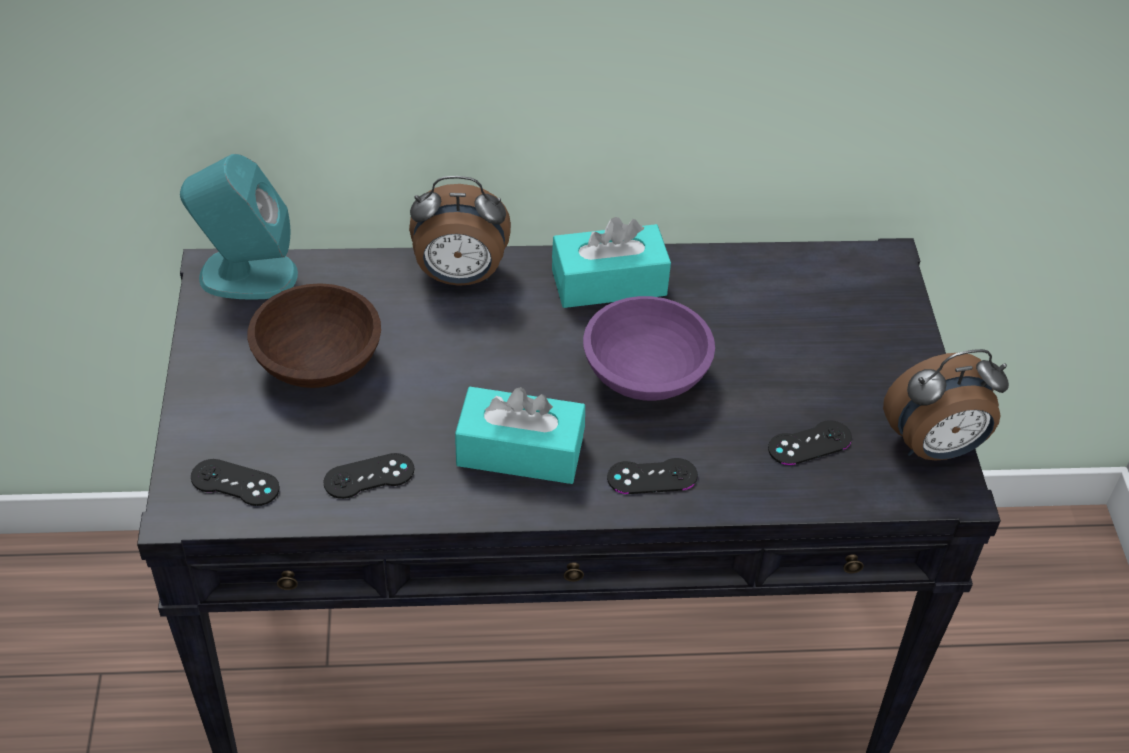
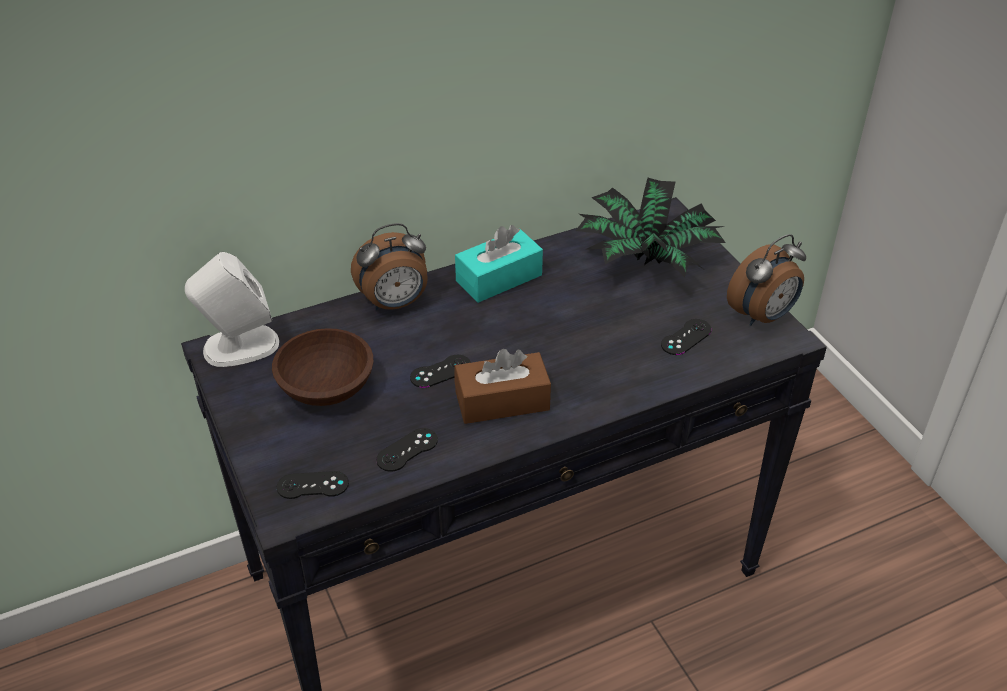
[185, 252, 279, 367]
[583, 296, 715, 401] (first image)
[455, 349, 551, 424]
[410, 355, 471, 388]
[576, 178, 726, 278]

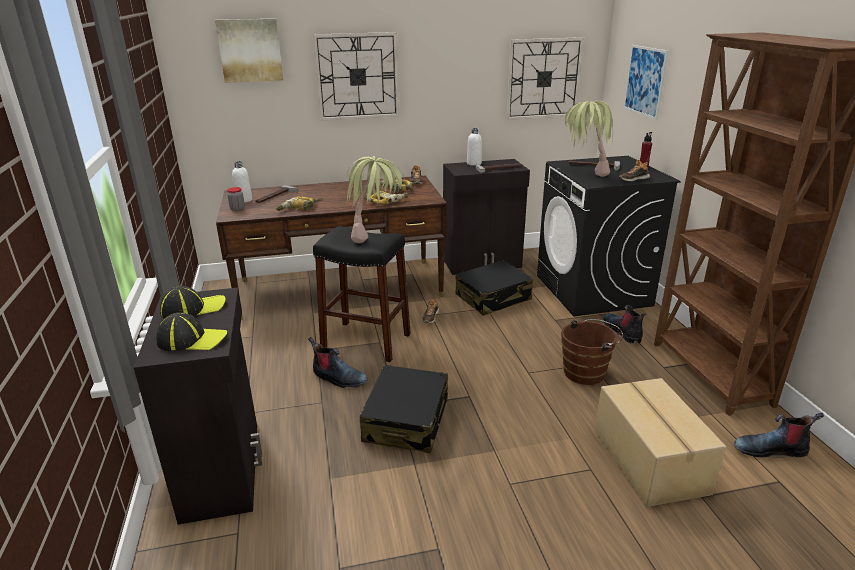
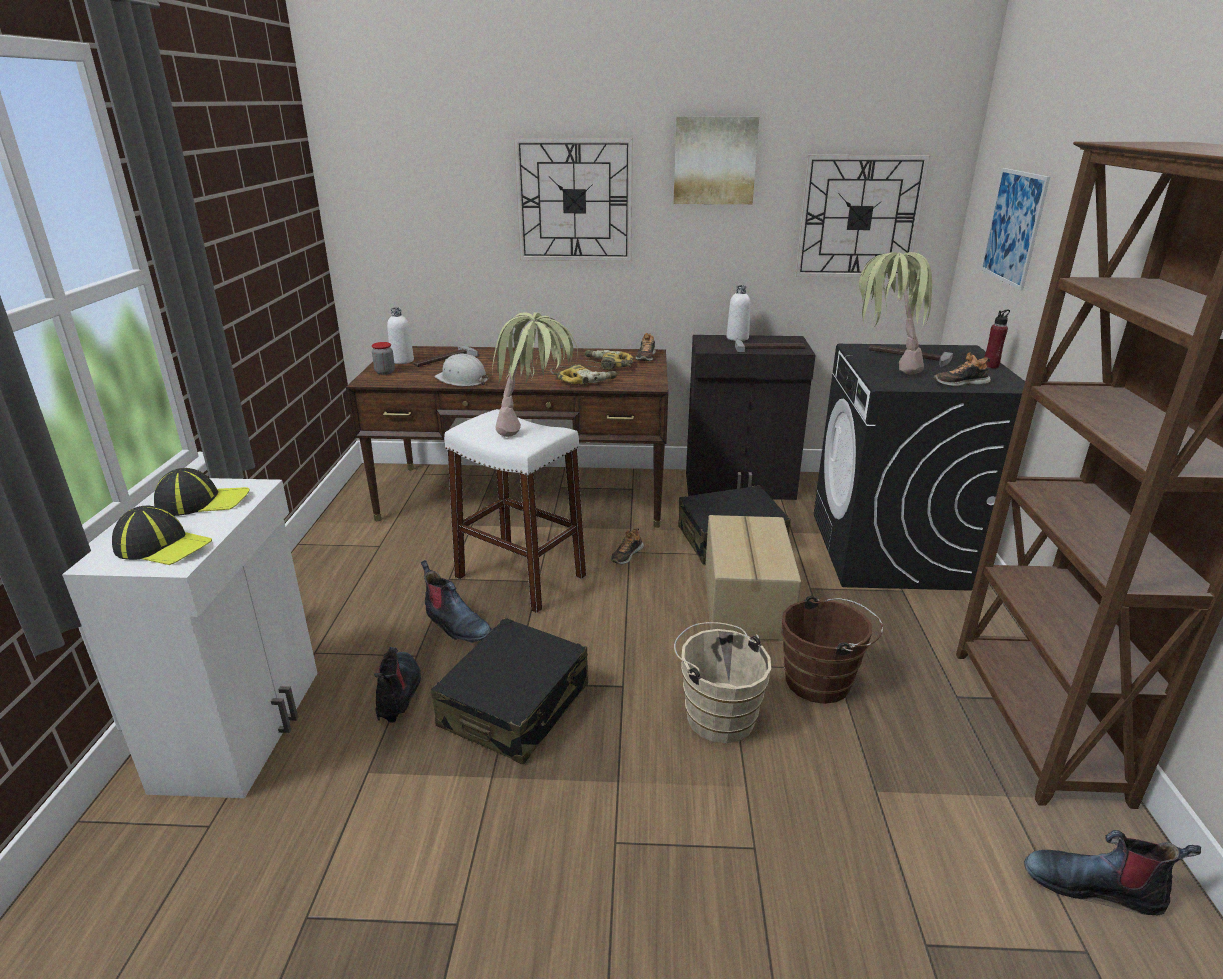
[673, 116, 759, 204]
[434, 353, 488, 387]
[444, 409, 586, 613]
[62, 478, 317, 798]
[374, 647, 421, 723]
[705, 515, 801, 640]
[674, 622, 771, 743]

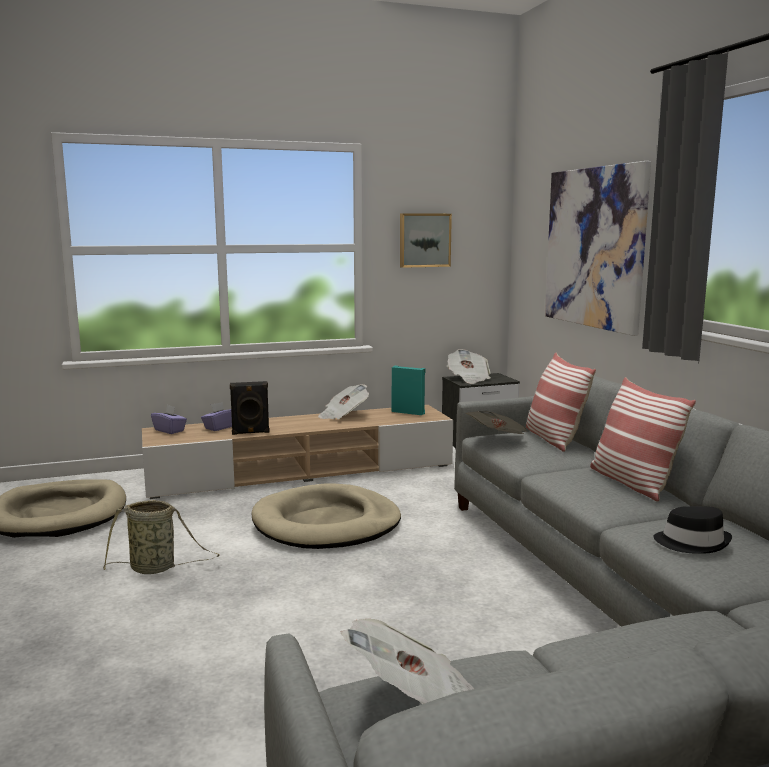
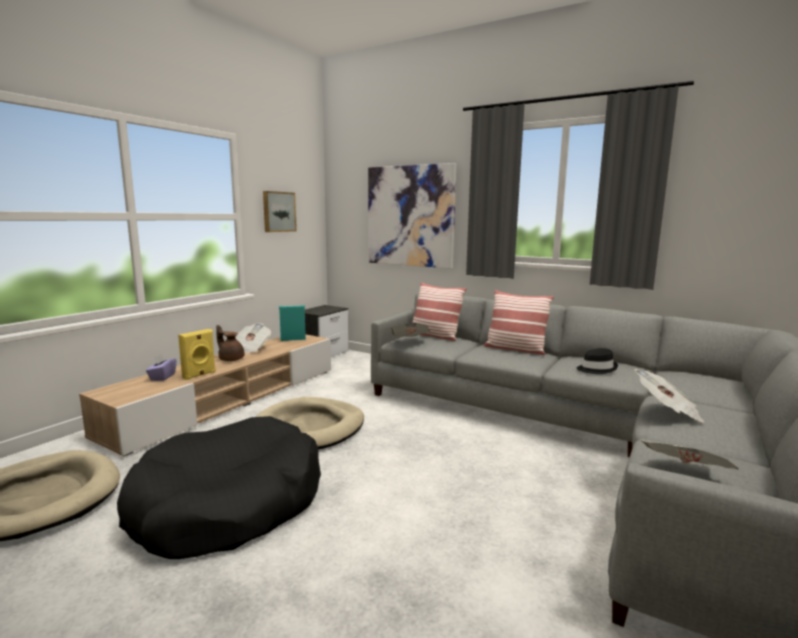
[634, 368, 705, 423]
[178, 329, 216, 380]
[151, 405, 187, 434] (first image)
[117, 416, 321, 559]
[216, 325, 244, 361]

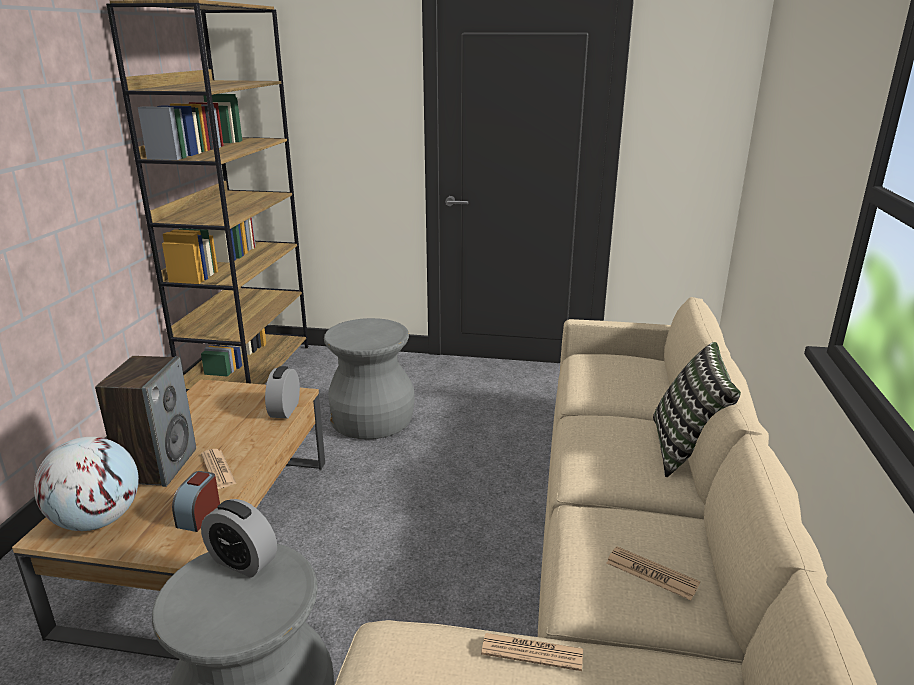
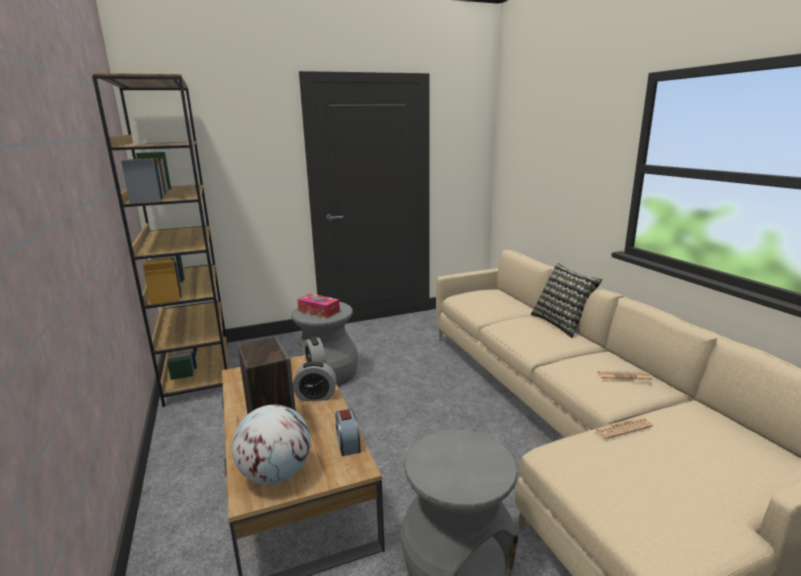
[201, 449, 236, 489] (first image)
[293, 361, 336, 401]
[297, 294, 340, 318]

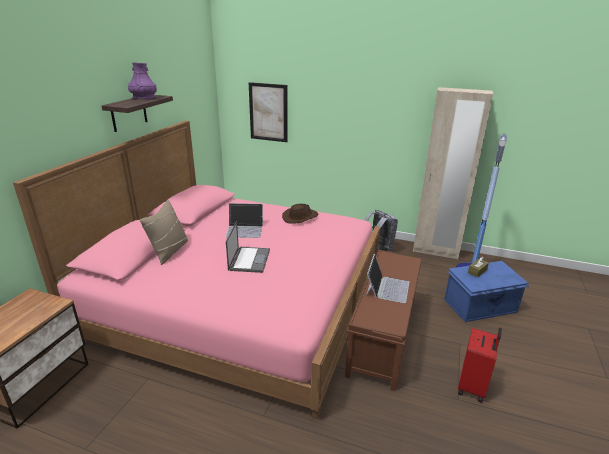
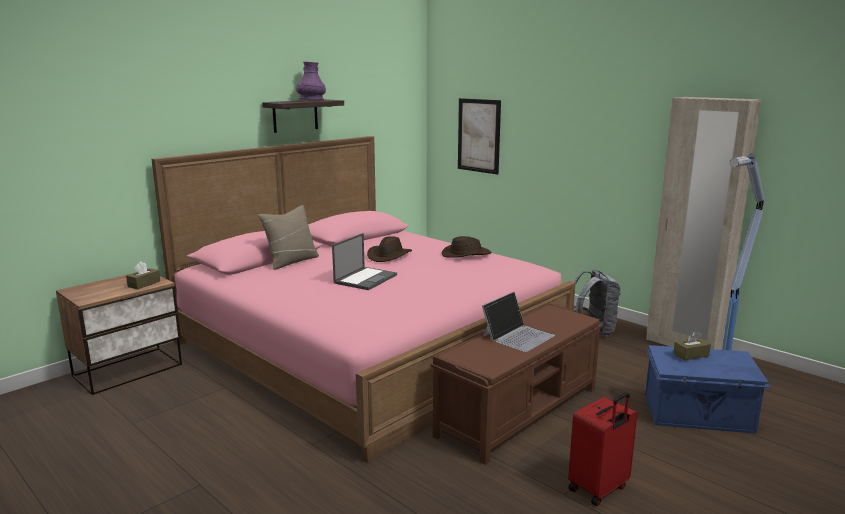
[367, 236, 412, 262]
[126, 261, 160, 289]

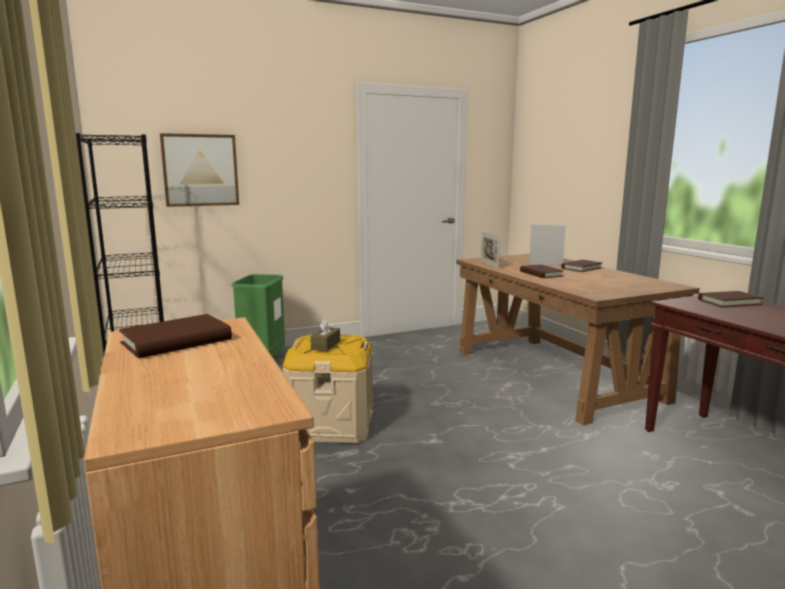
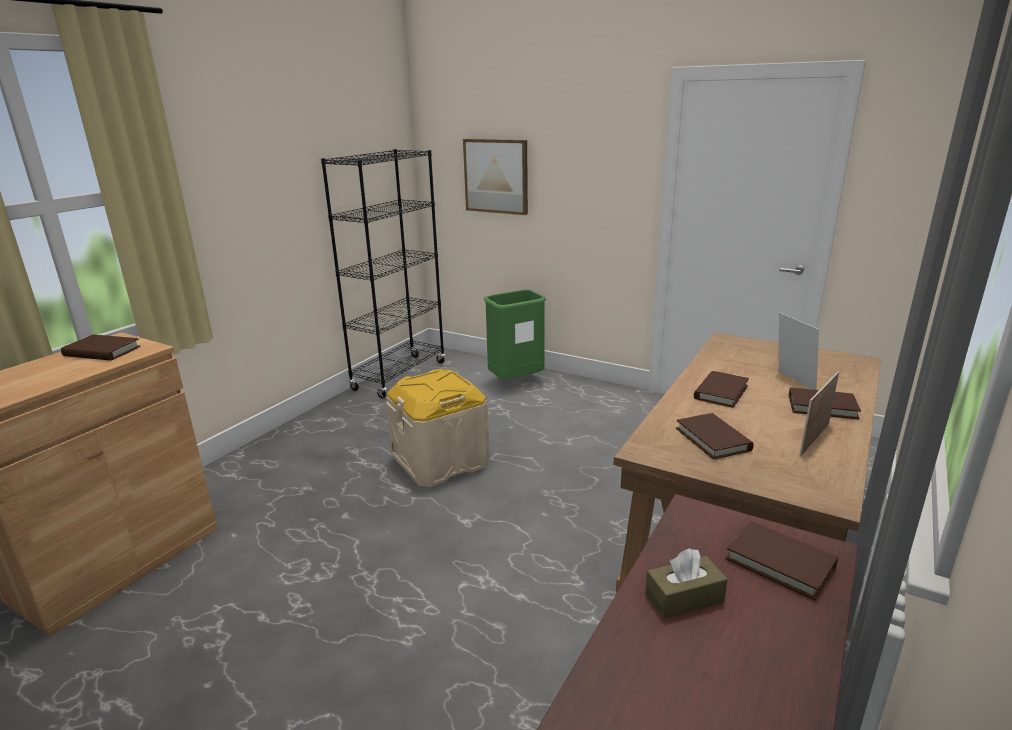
[800, 371, 839, 456]
[645, 548, 728, 619]
[676, 413, 754, 460]

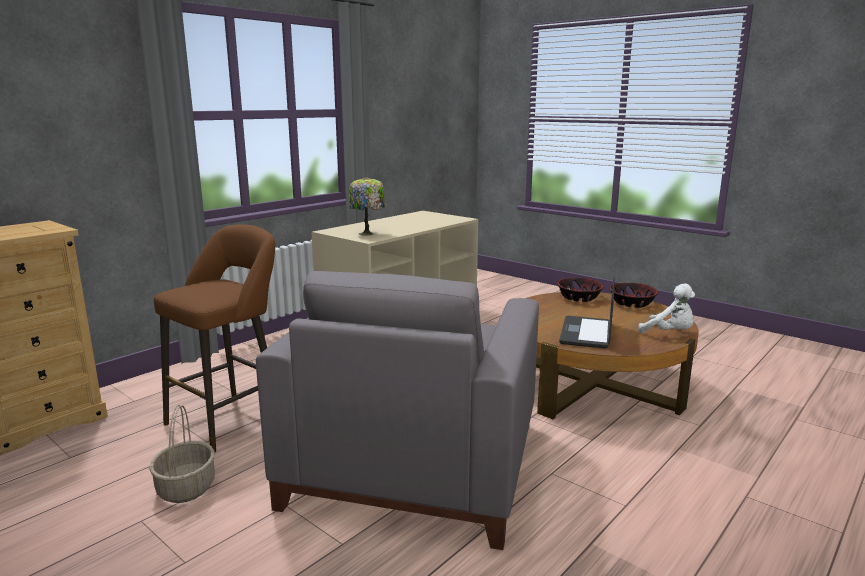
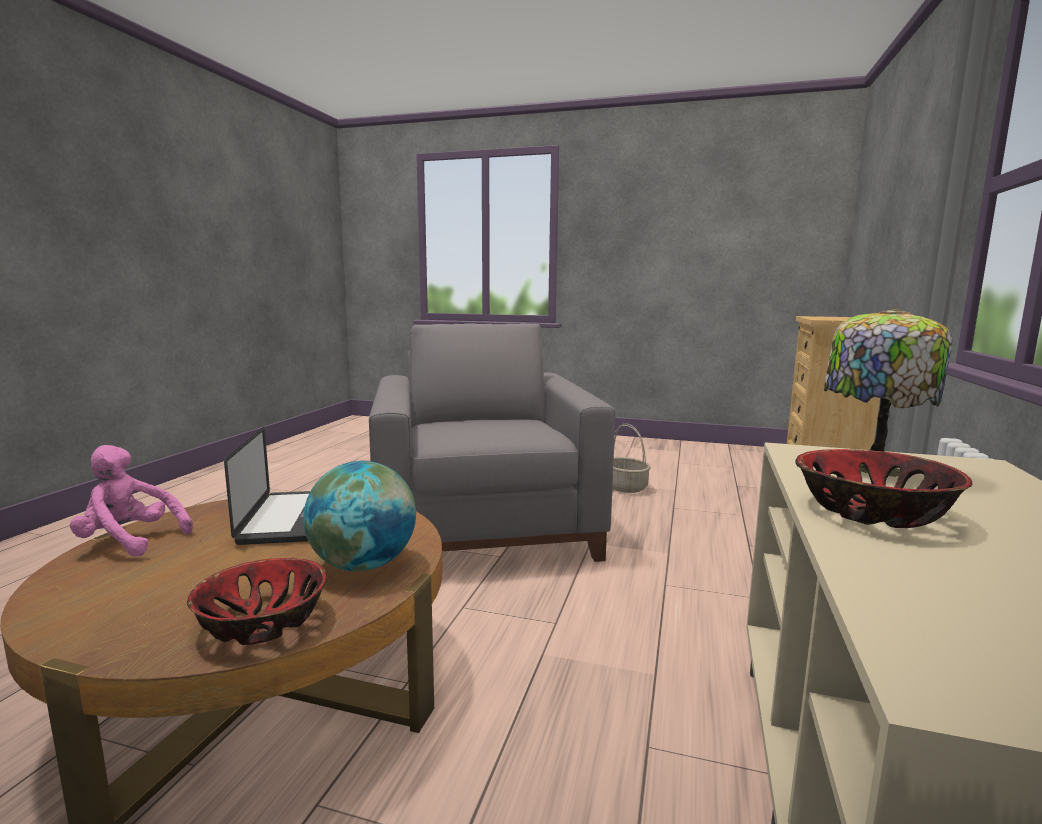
[154, 224, 275, 452] (first image)
[795, 449, 973, 528]
[70, 445, 193, 556]
[303, 461, 416, 571]

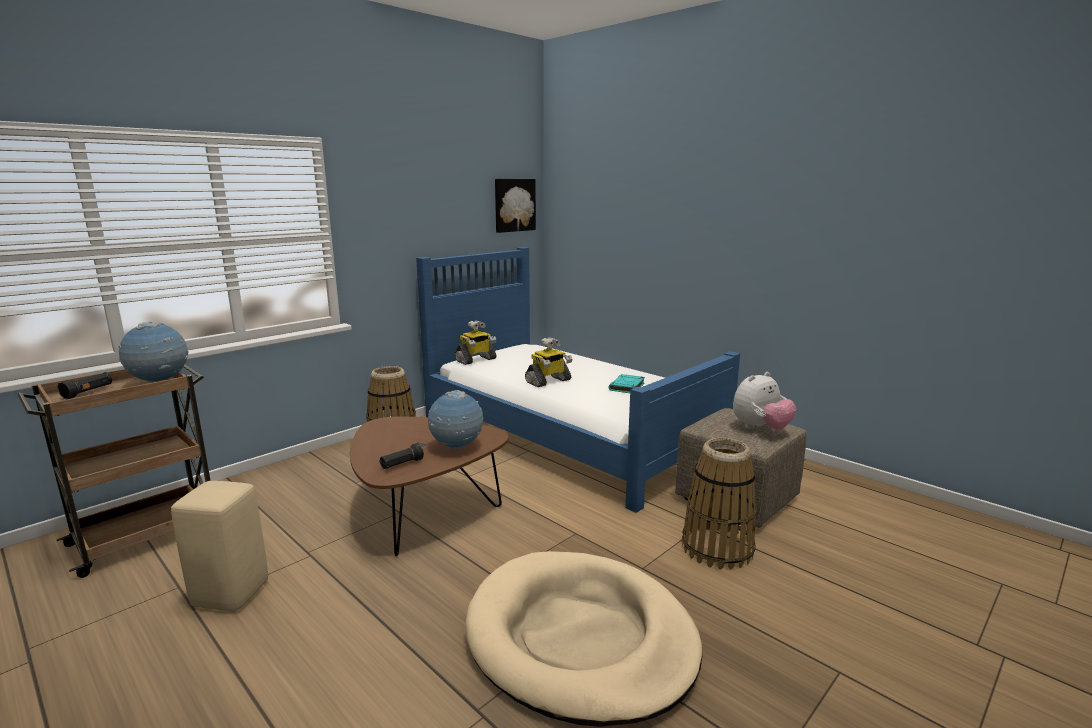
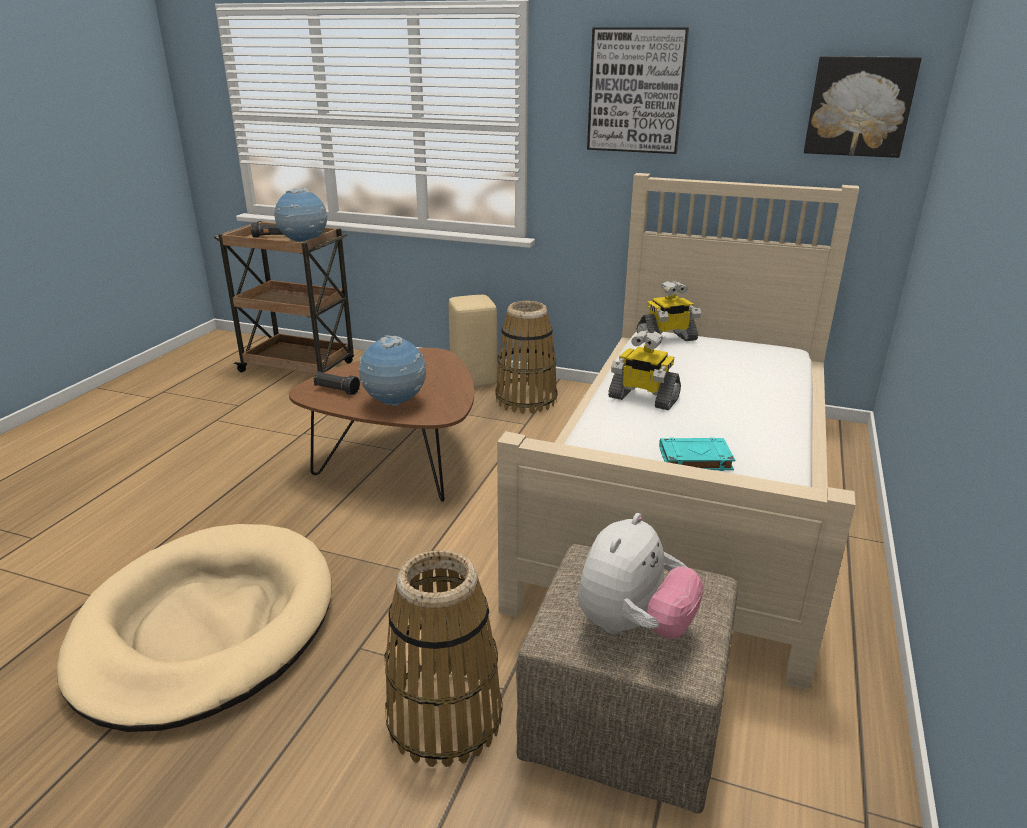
[497, 173, 859, 691]
[637, 280, 701, 343]
[578, 513, 704, 639]
[449, 295, 498, 387]
[587, 27, 689, 154]

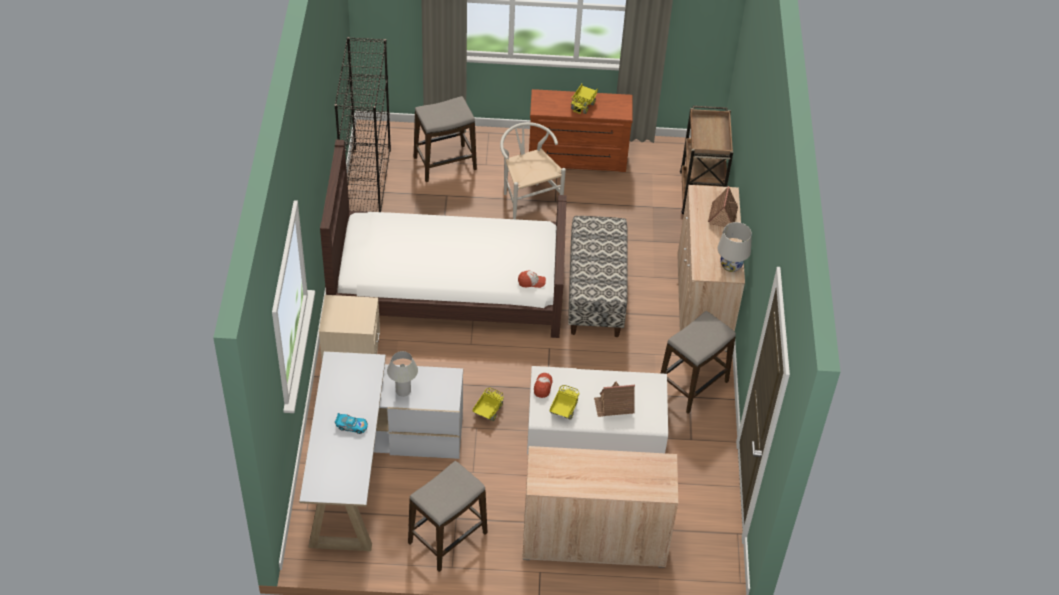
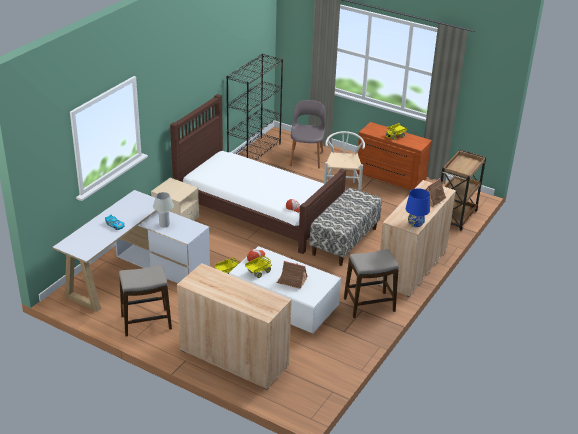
[289, 100, 325, 168]
[406, 188, 430, 227]

